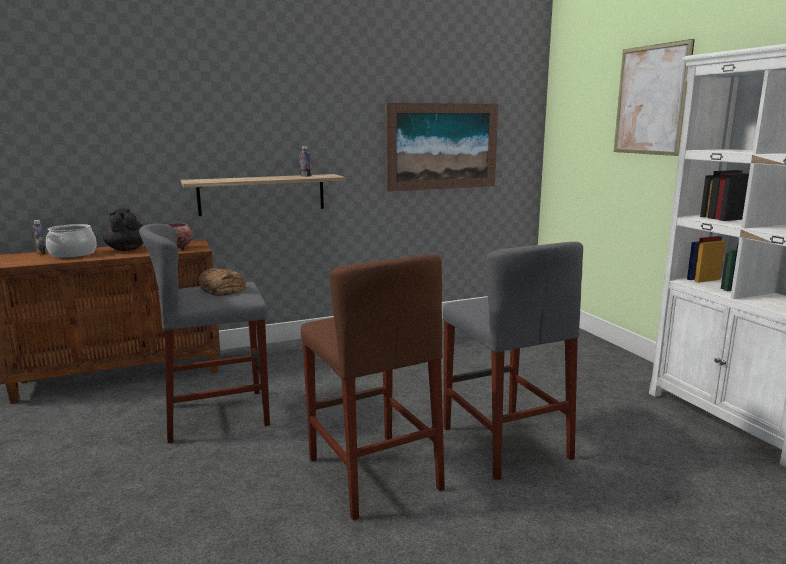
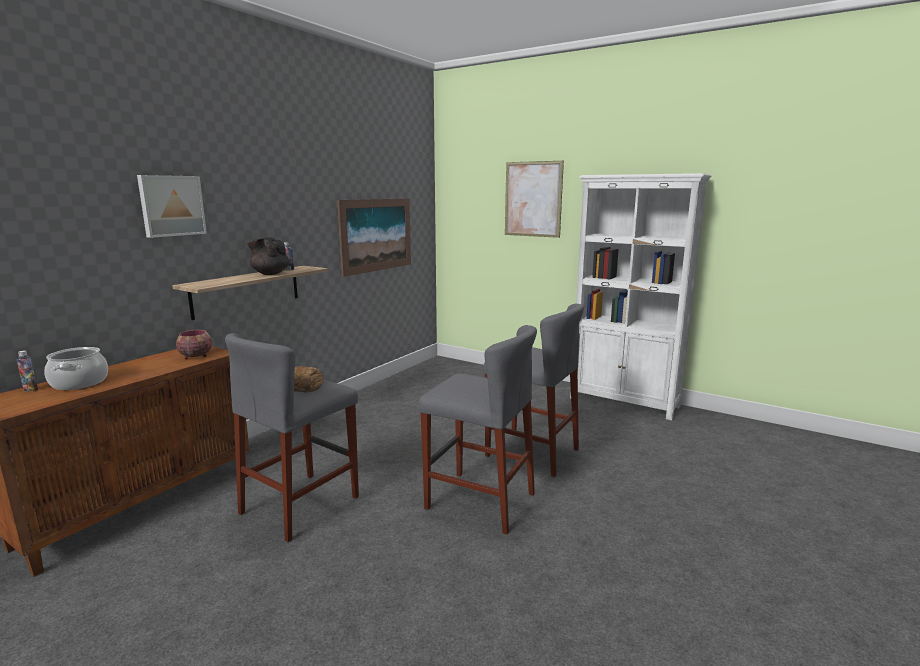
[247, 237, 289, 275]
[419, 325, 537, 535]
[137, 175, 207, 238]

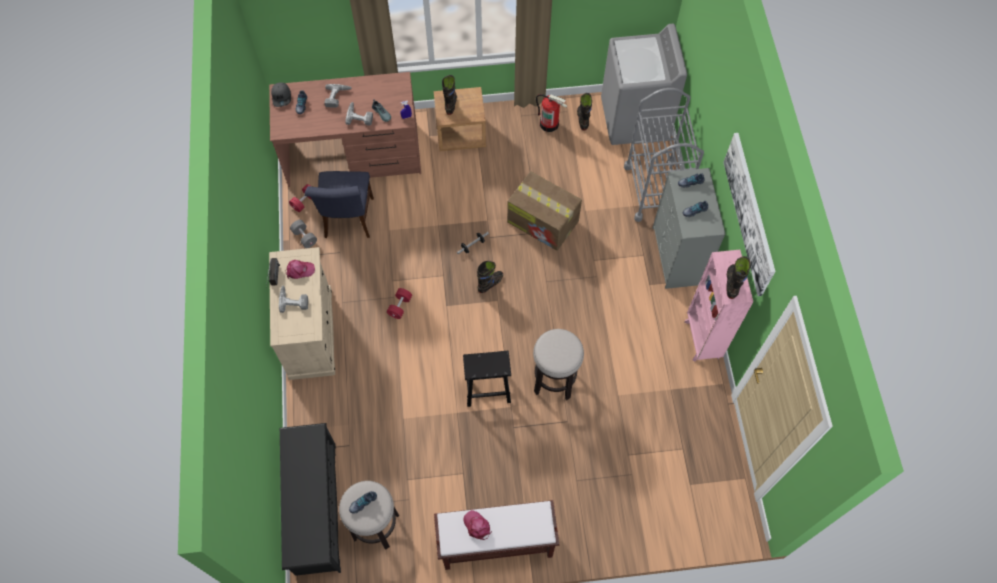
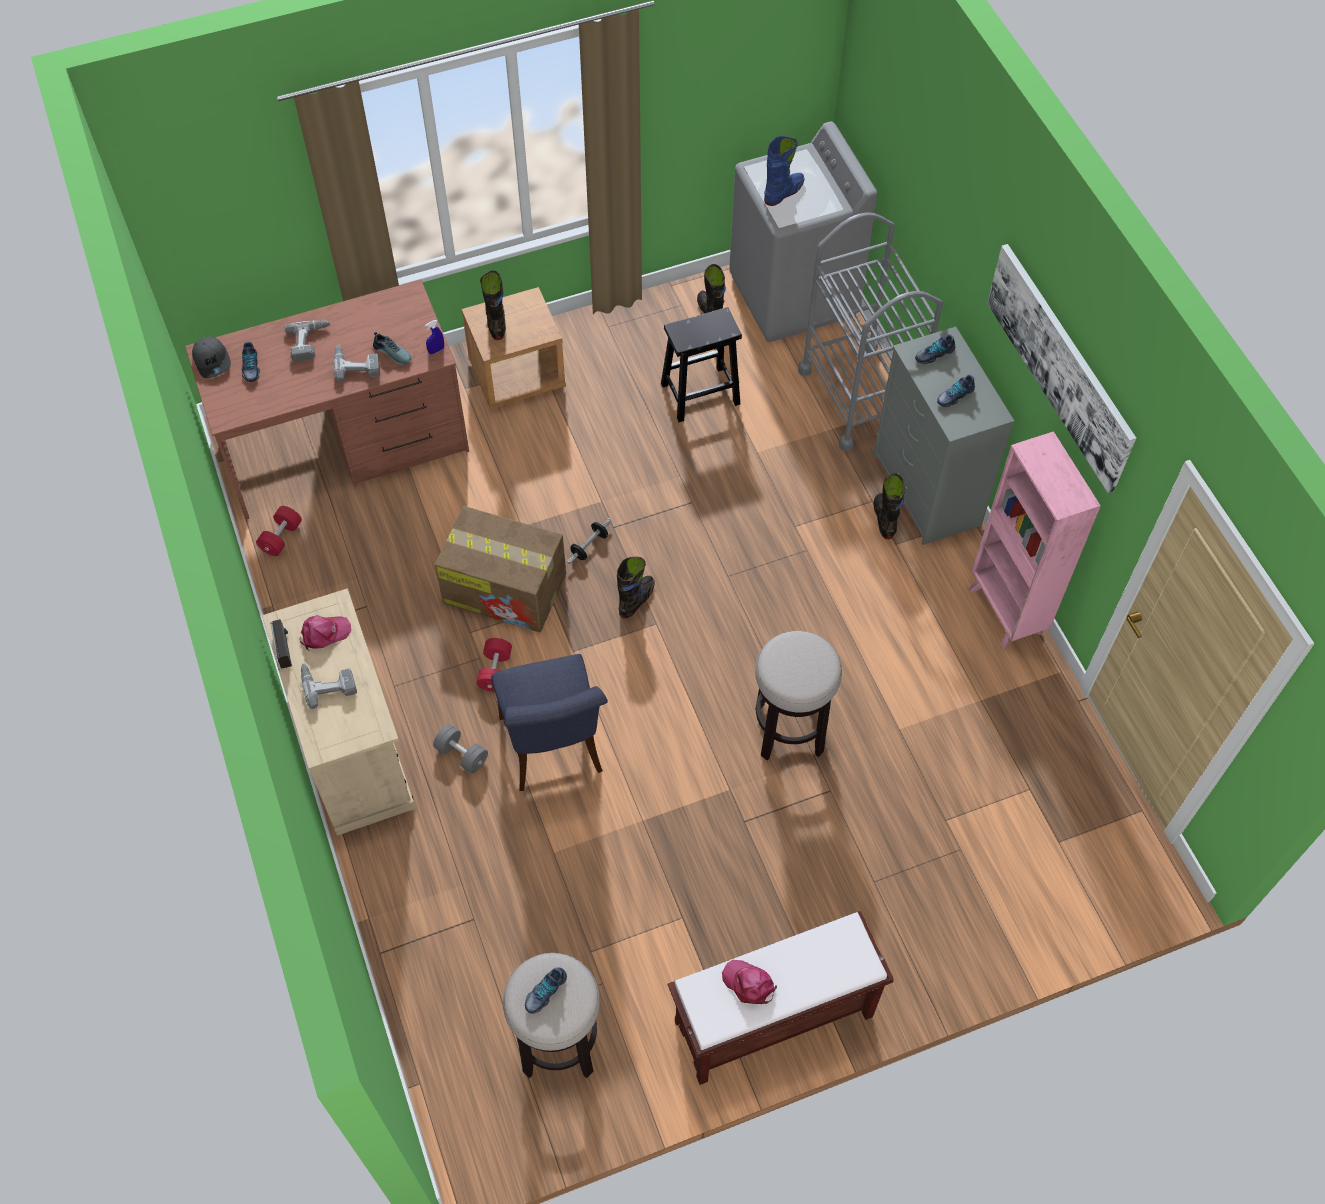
[536, 94, 567, 132] (first image)
[491, 654, 608, 791]
[435, 506, 566, 632]
[433, 724, 488, 774]
[874, 473, 905, 539]
[661, 307, 742, 422]
[280, 423, 341, 576] (first image)
[764, 136, 805, 206]

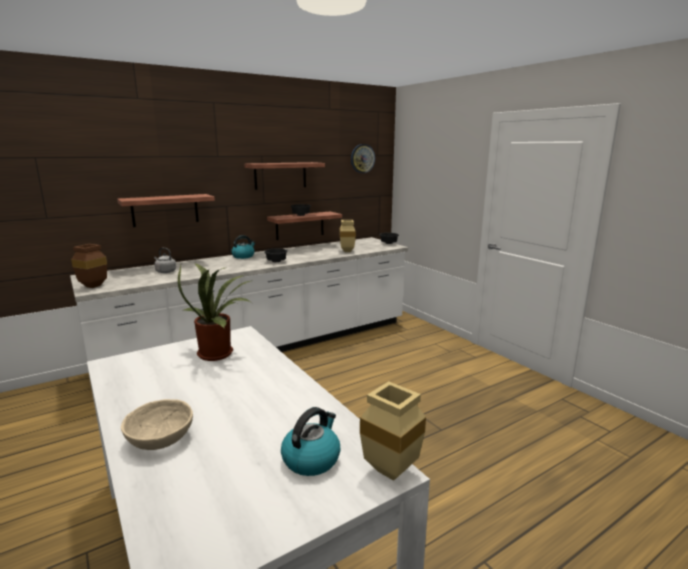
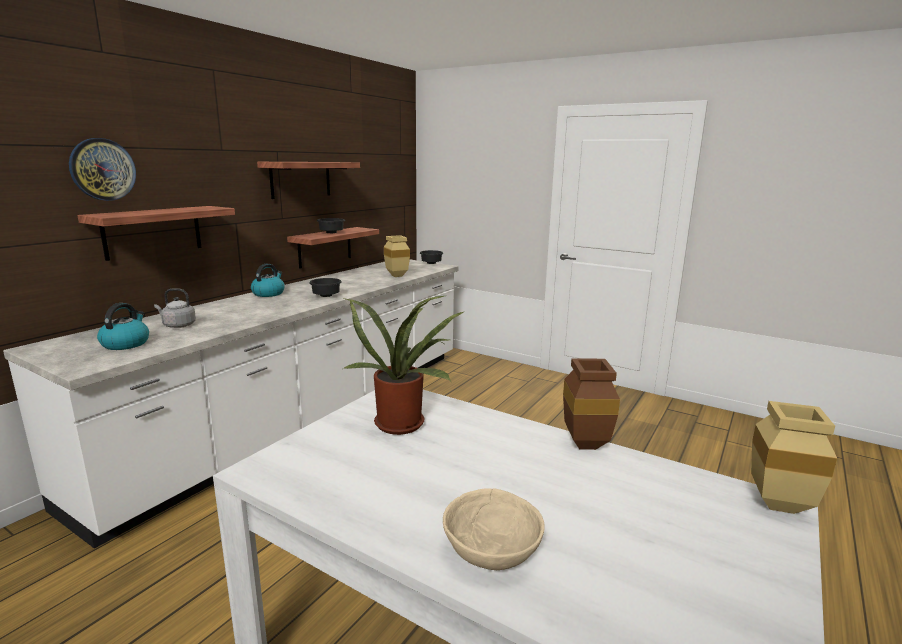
[69, 138, 136, 201]
[563, 358, 620, 450]
[97, 303, 149, 350]

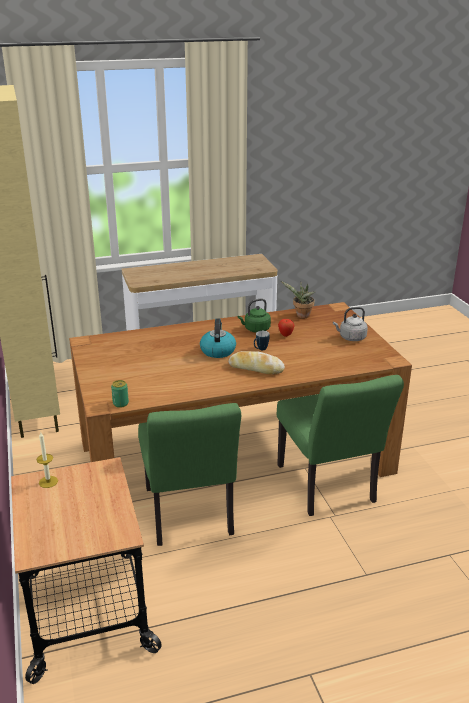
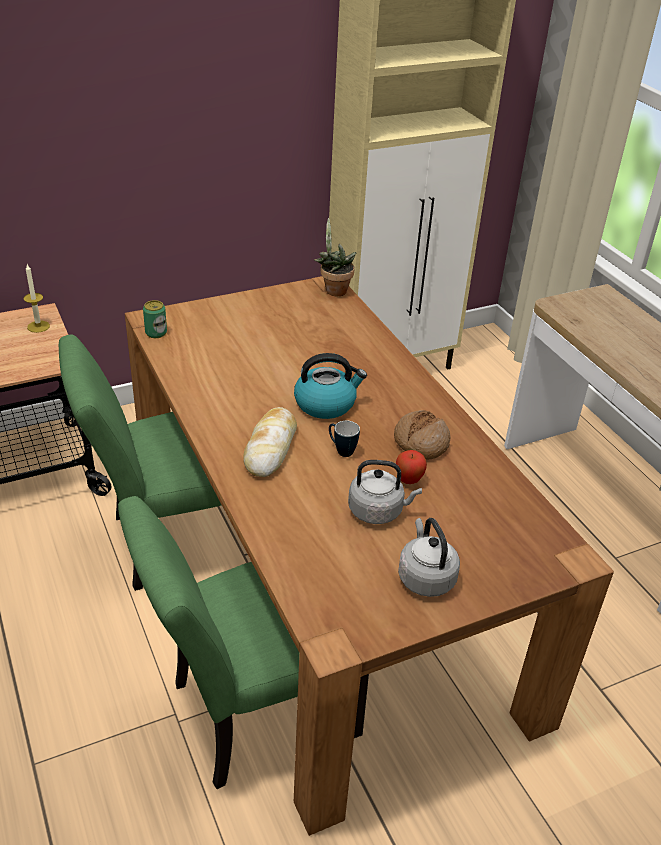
[314, 218, 356, 296]
[394, 410, 451, 459]
[348, 460, 422, 524]

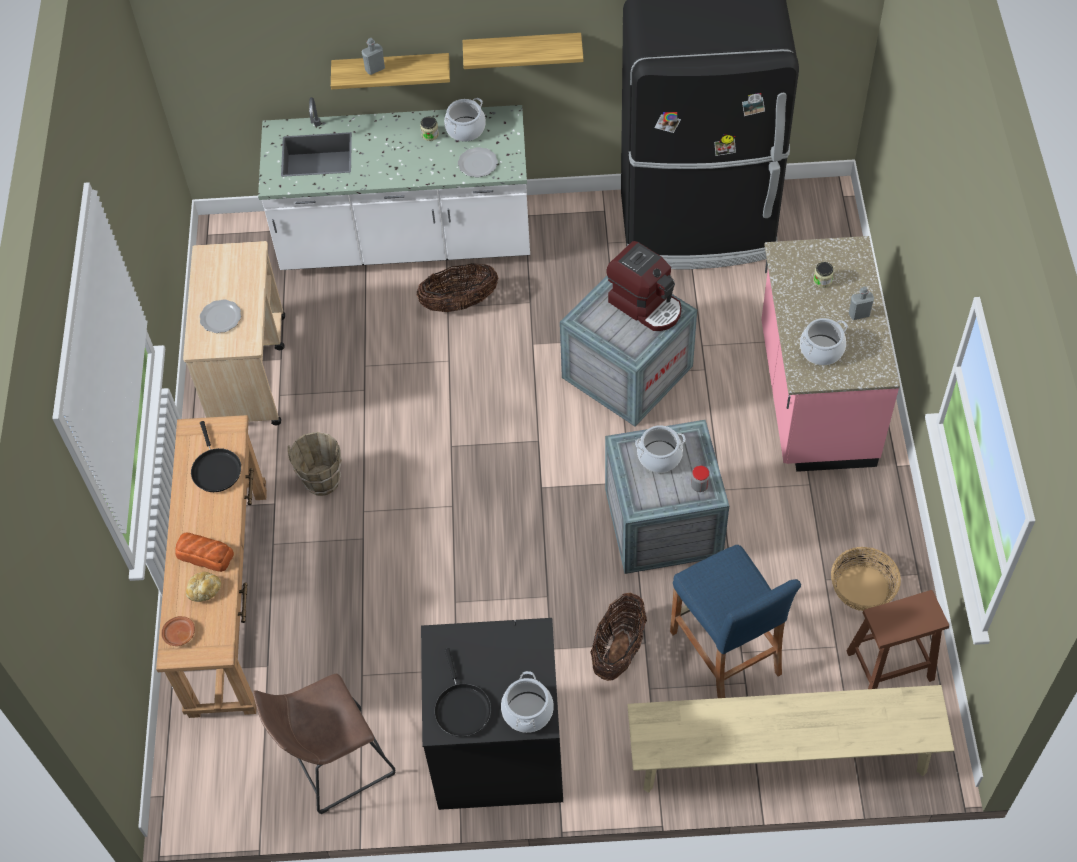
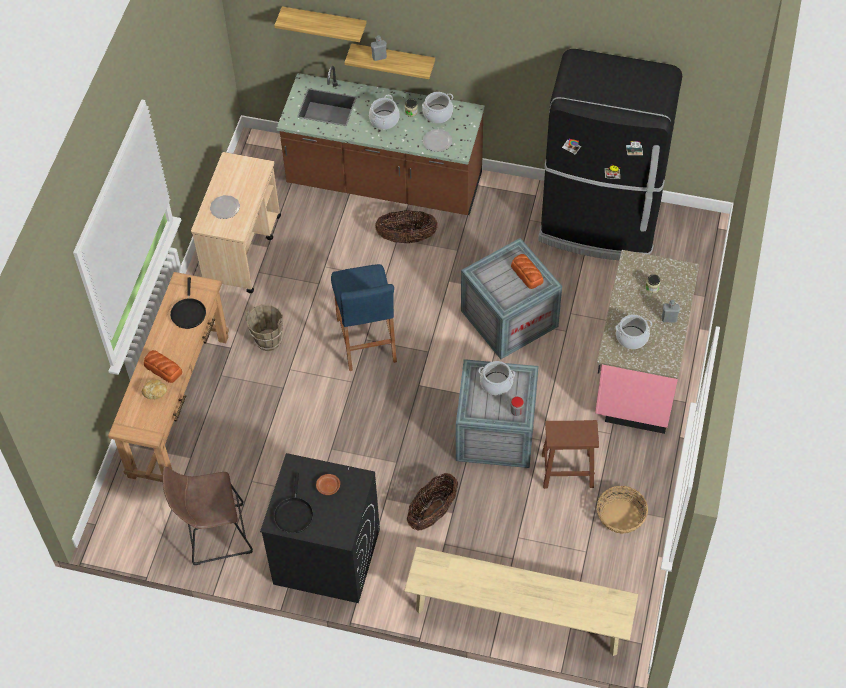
[274, 6, 367, 42]
[277, 66, 485, 215]
[511, 254, 544, 289]
[331, 264, 397, 371]
[542, 420, 599, 489]
[316, 474, 340, 495]
[369, 95, 400, 129]

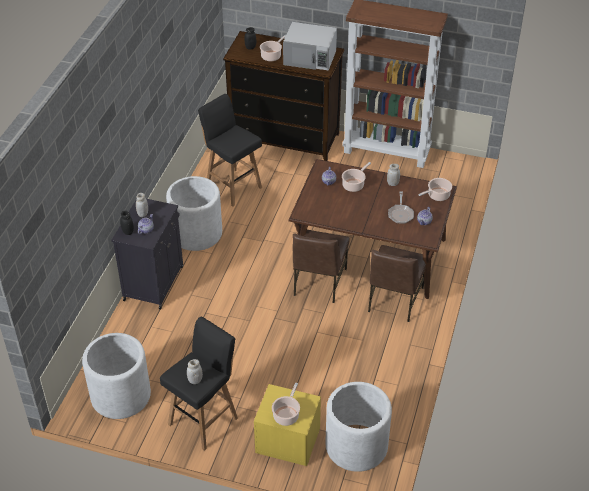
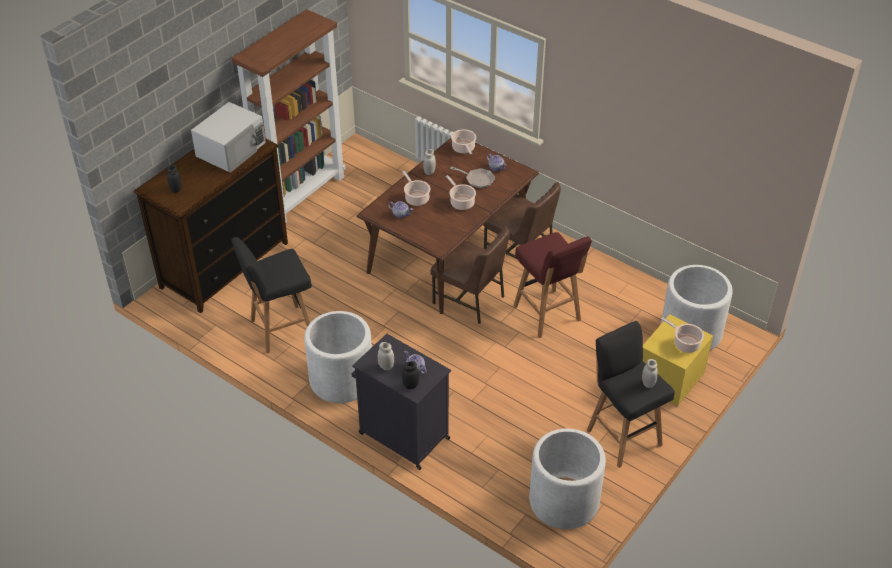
[446, 175, 476, 210]
[513, 232, 592, 338]

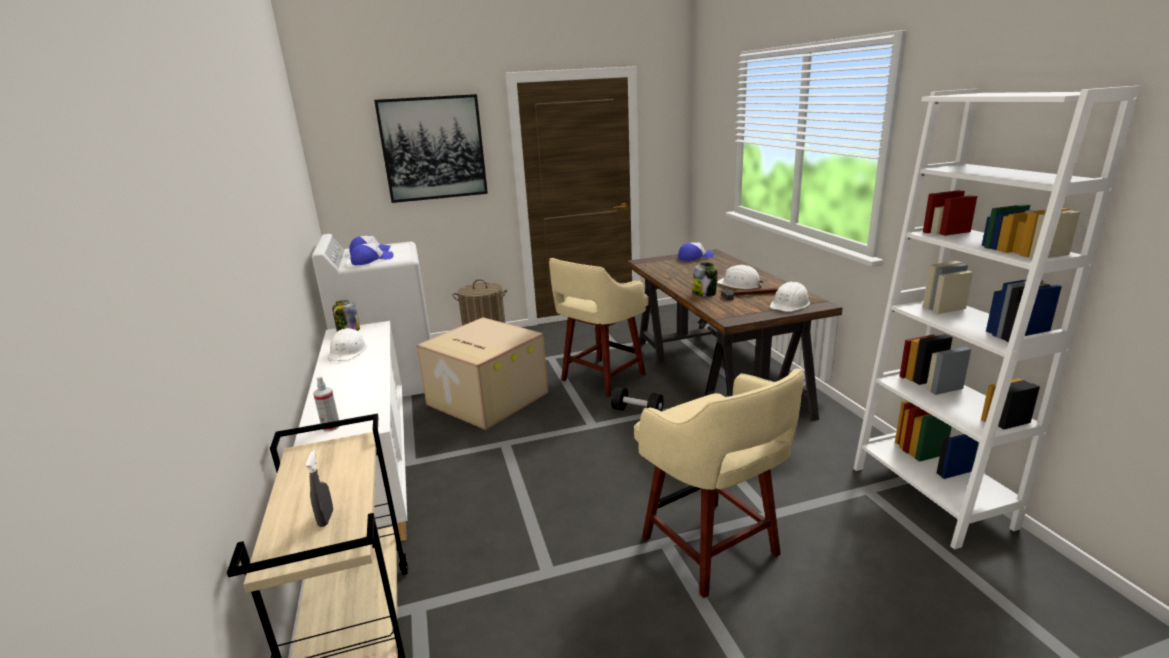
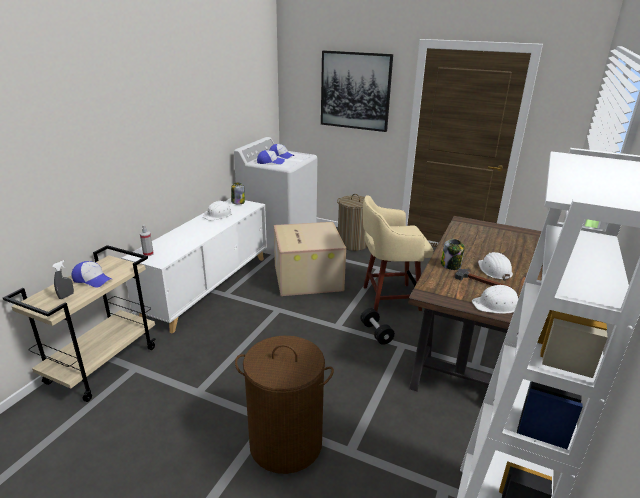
[72, 261, 111, 288]
[235, 336, 334, 474]

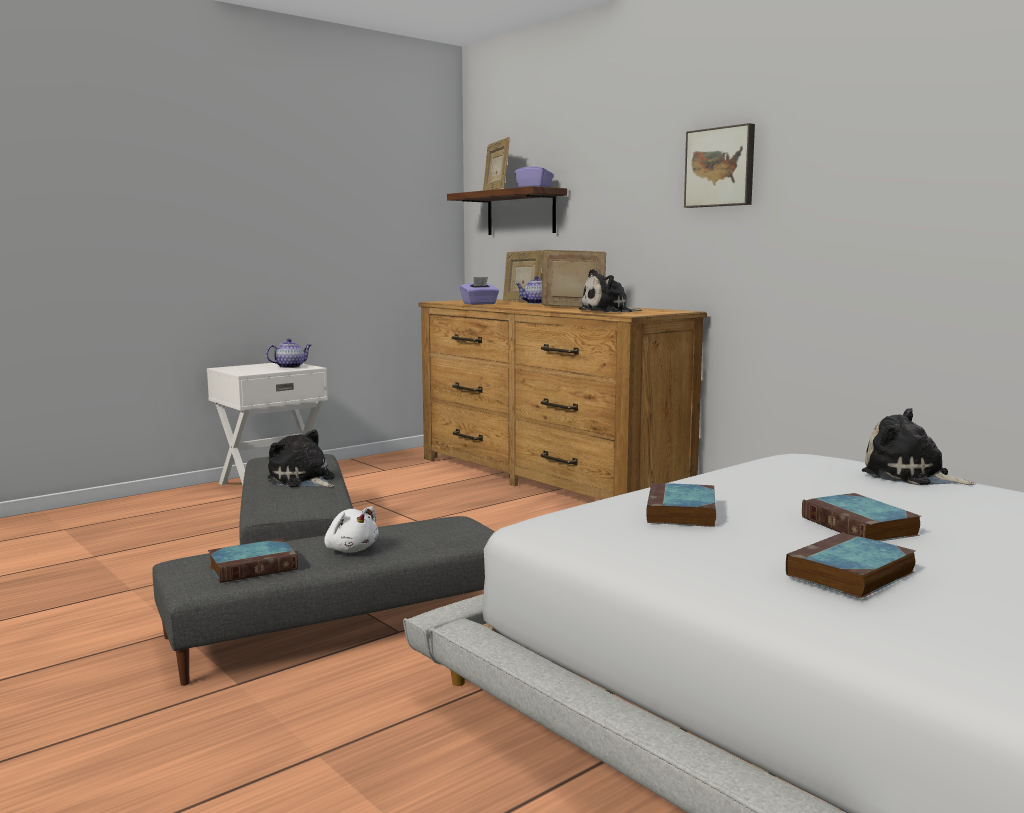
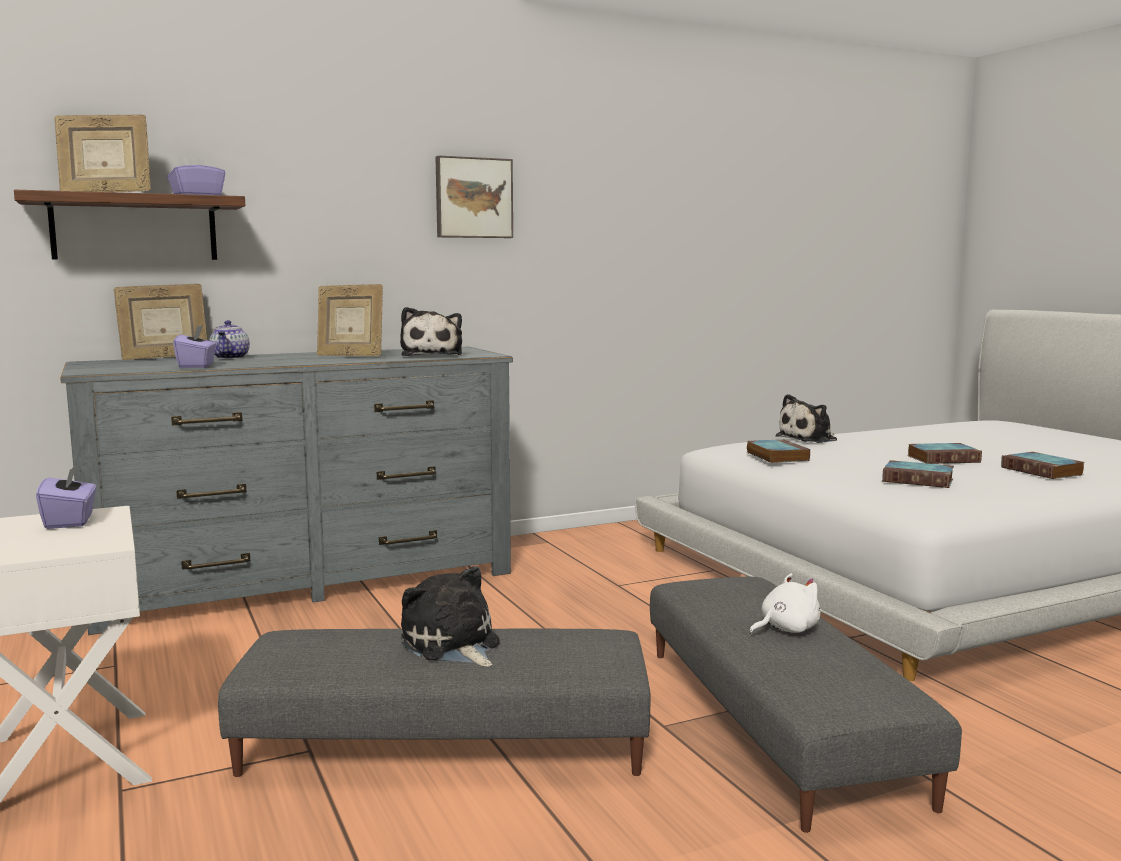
[317, 284, 383, 356]
[60, 346, 513, 635]
[36, 465, 97, 529]
[401, 566, 500, 667]
[747, 439, 810, 463]

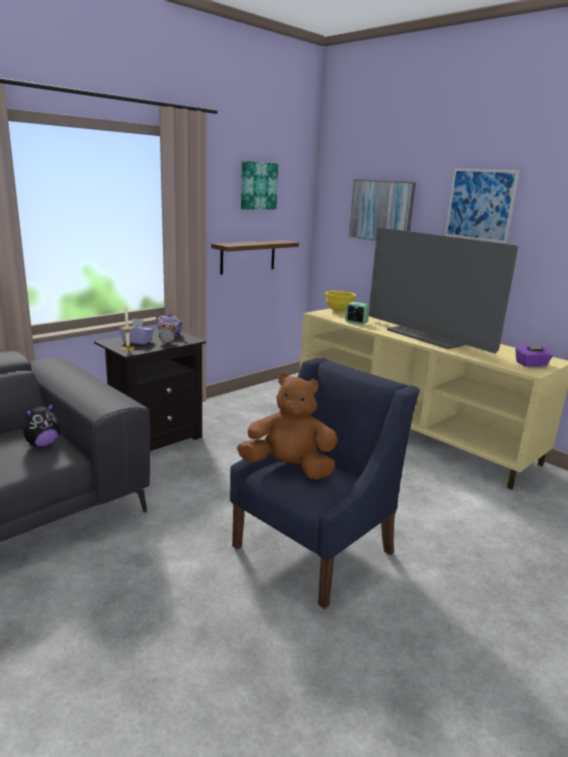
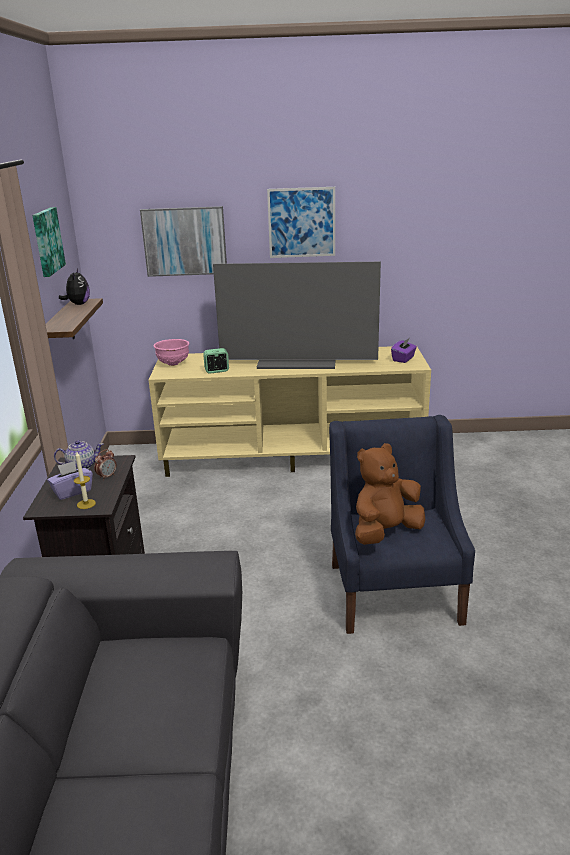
[154, 339, 189, 366]
[59, 269, 90, 305]

